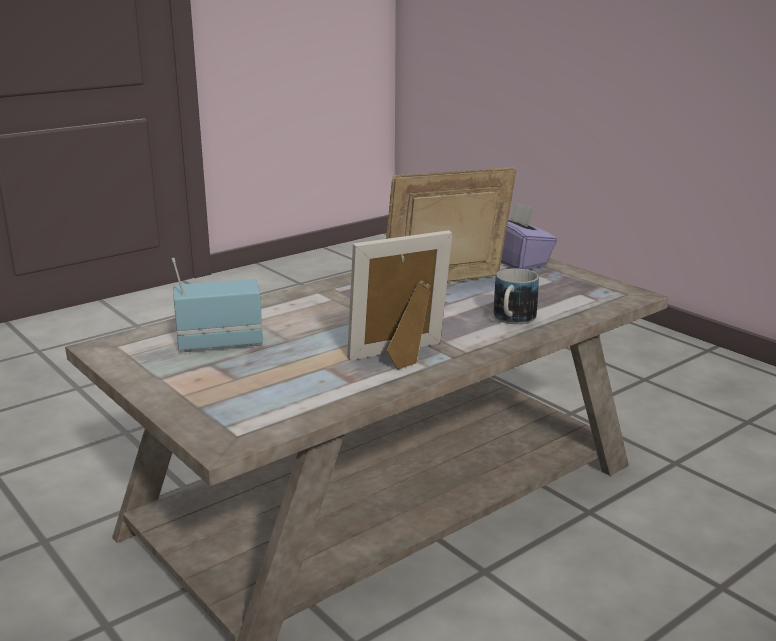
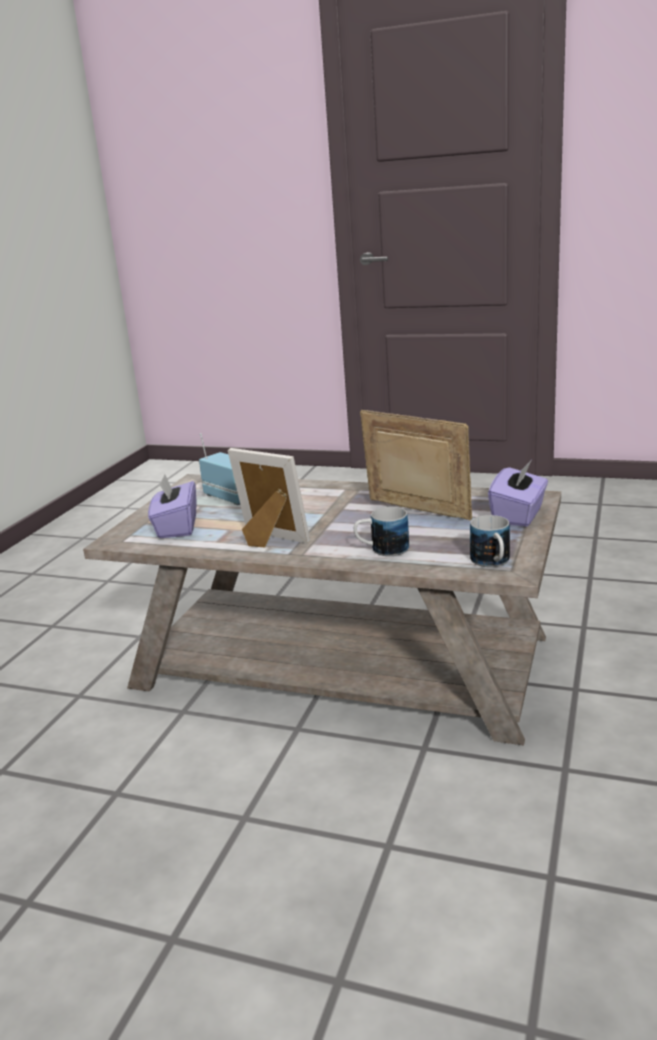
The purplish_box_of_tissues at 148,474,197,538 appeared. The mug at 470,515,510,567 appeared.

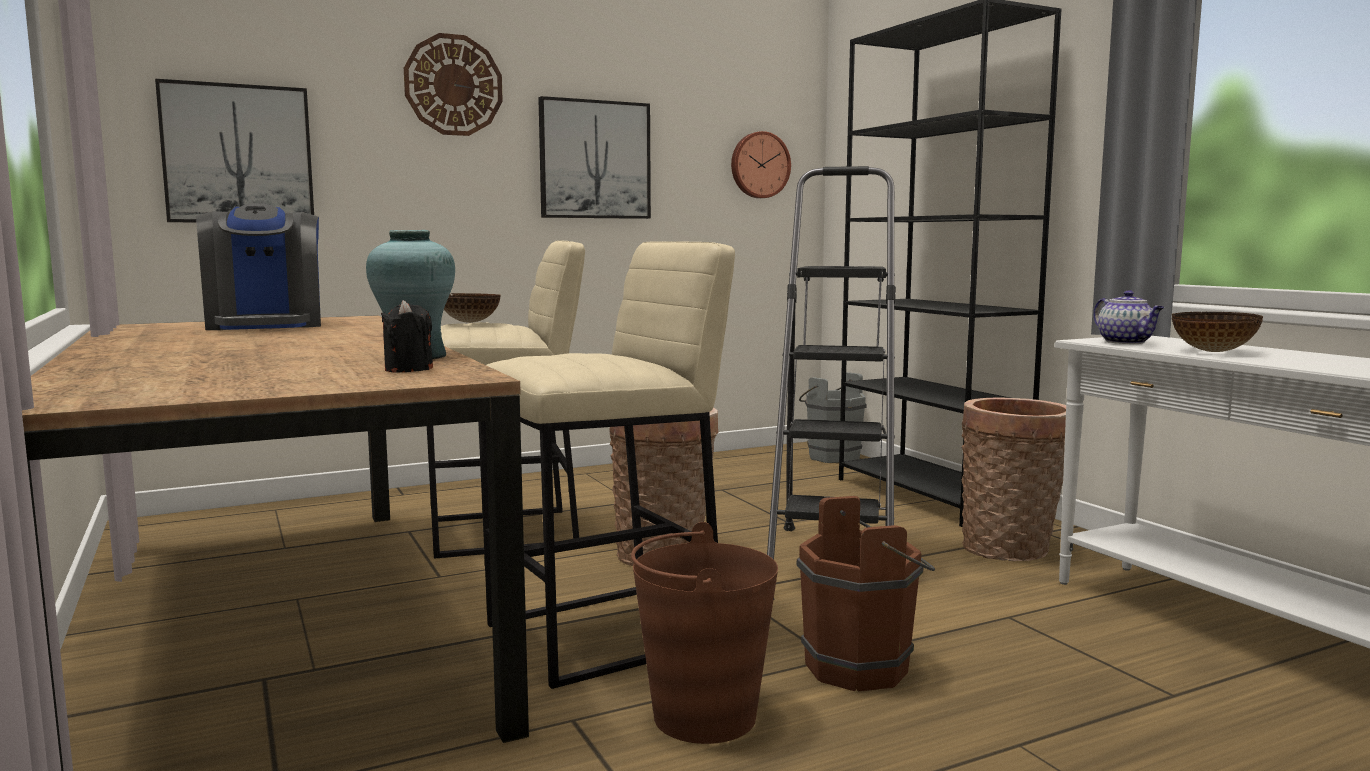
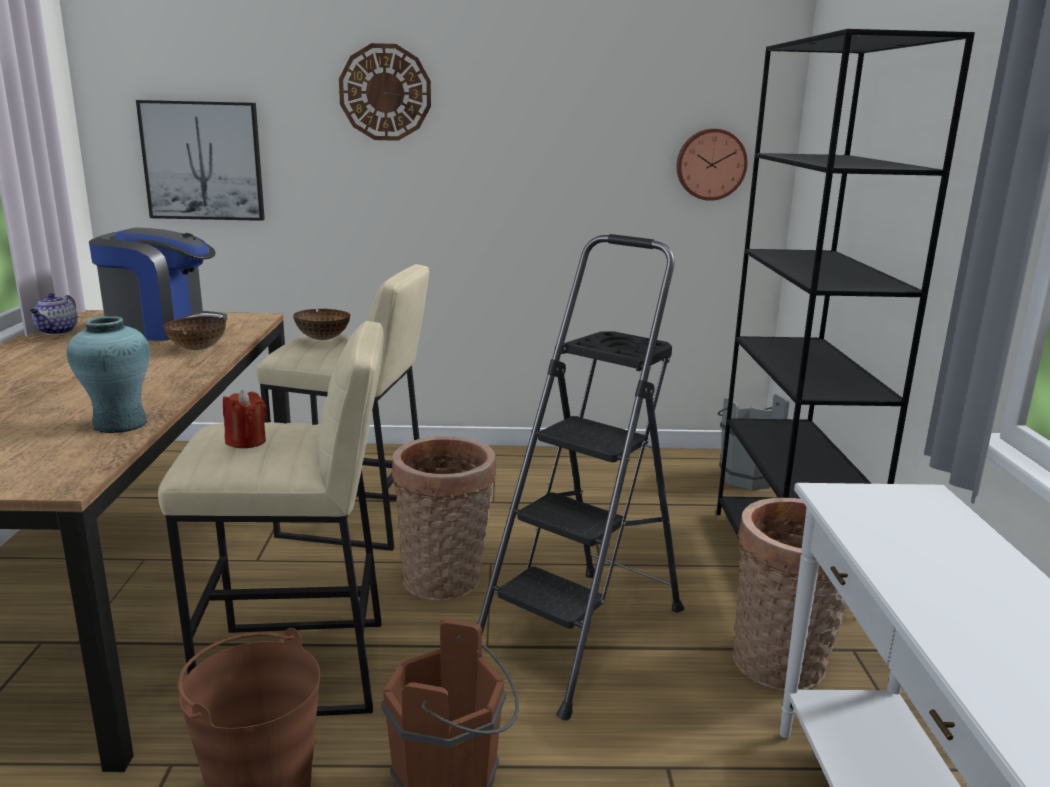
The black_candle at 381,300,433,373 disappeared. The wall_picture at 538,96,651,219 disappeared. The red_candle at 223,390,267,448 appeared. The teapot moved from 1094,290,1164,344 to 30,293,78,335. The bowl moved from 1172,312,1263,352 to 163,316,226,350. The coffee_machine at 196,203,321,330 turned 90 degrees counterclockwise.

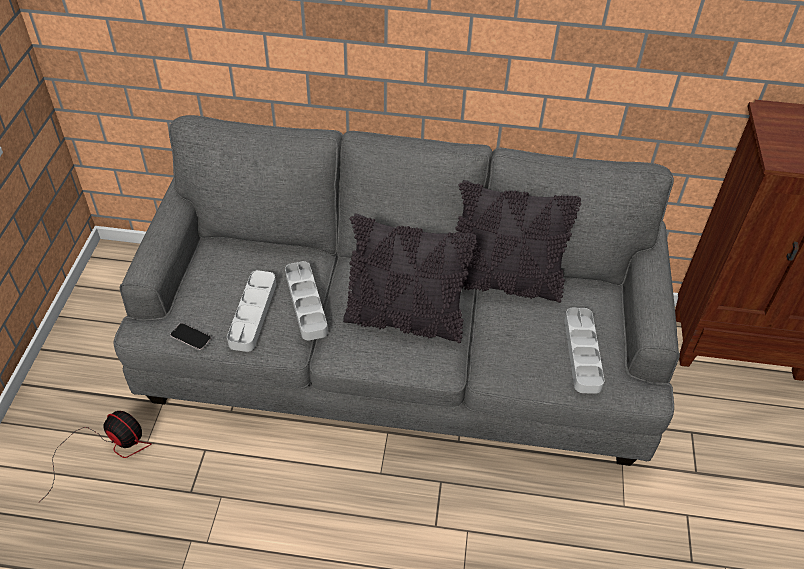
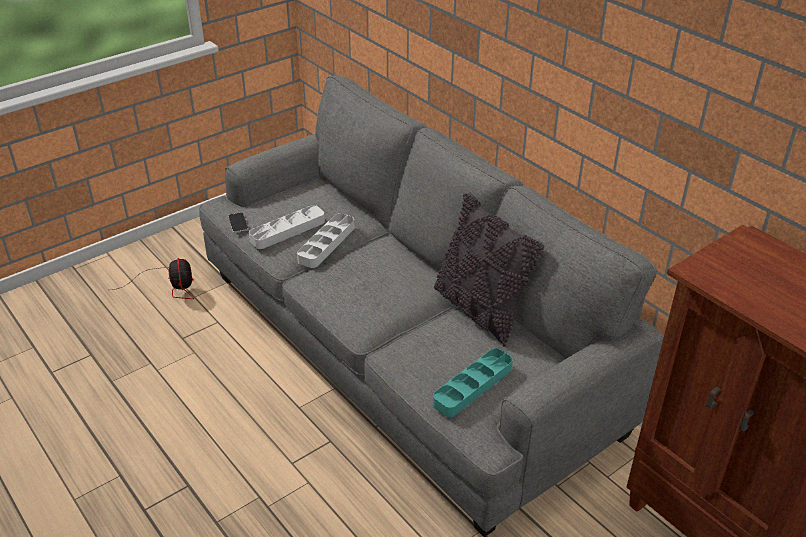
The black_throw_pillow at 343,213,477,343 disappeared. The grey_carrying_tray at 564,307,605,394 became the blue-green_carrying_tray at 433,348,513,417.

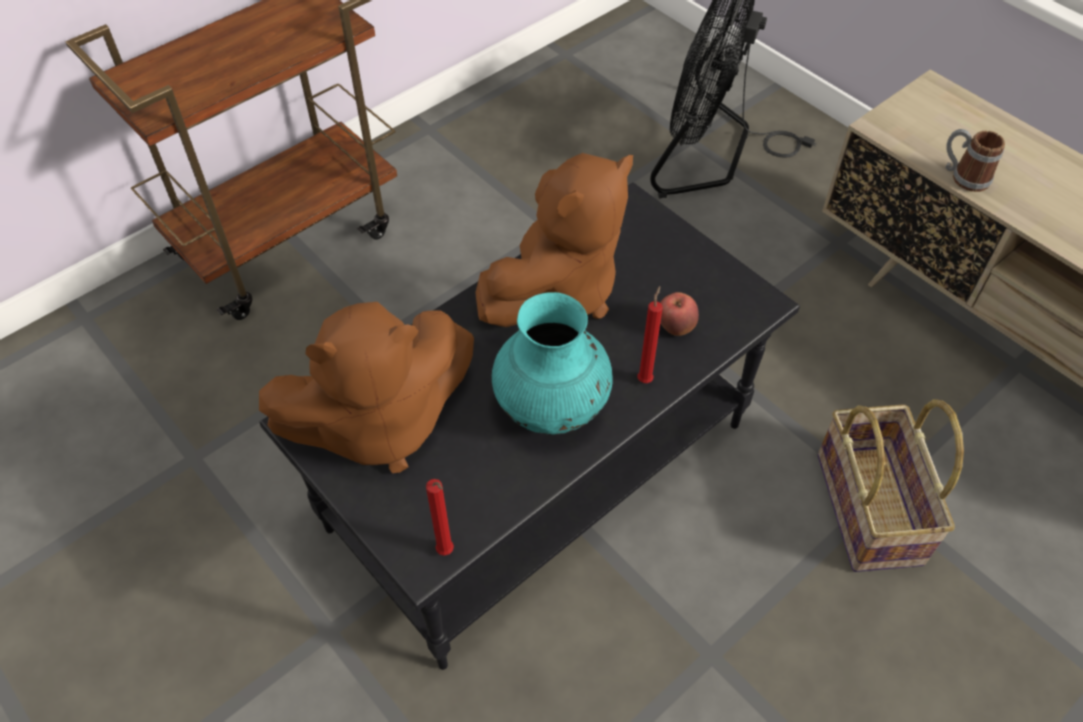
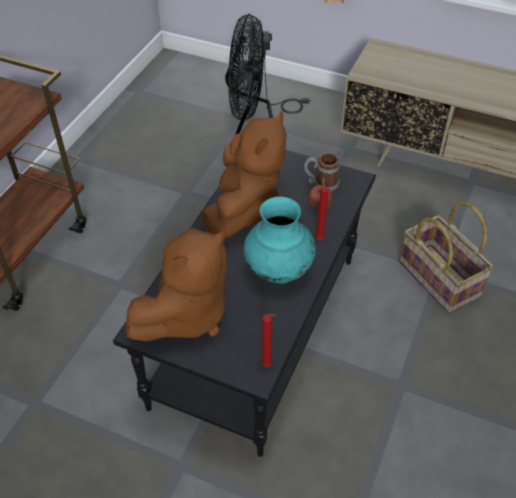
The mug moved from 945,129,1005,192 to 305,153,340,192.

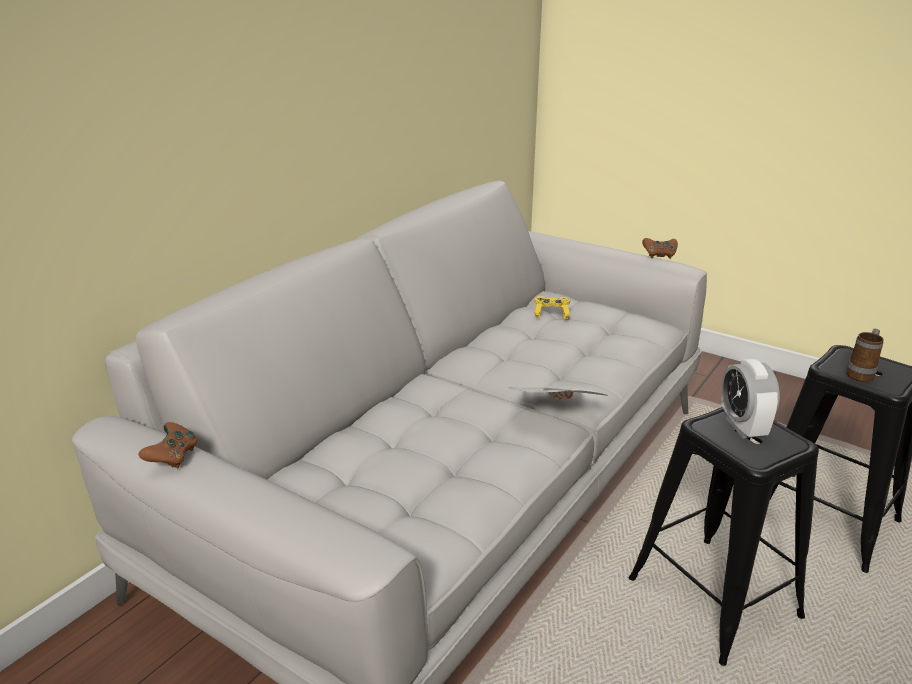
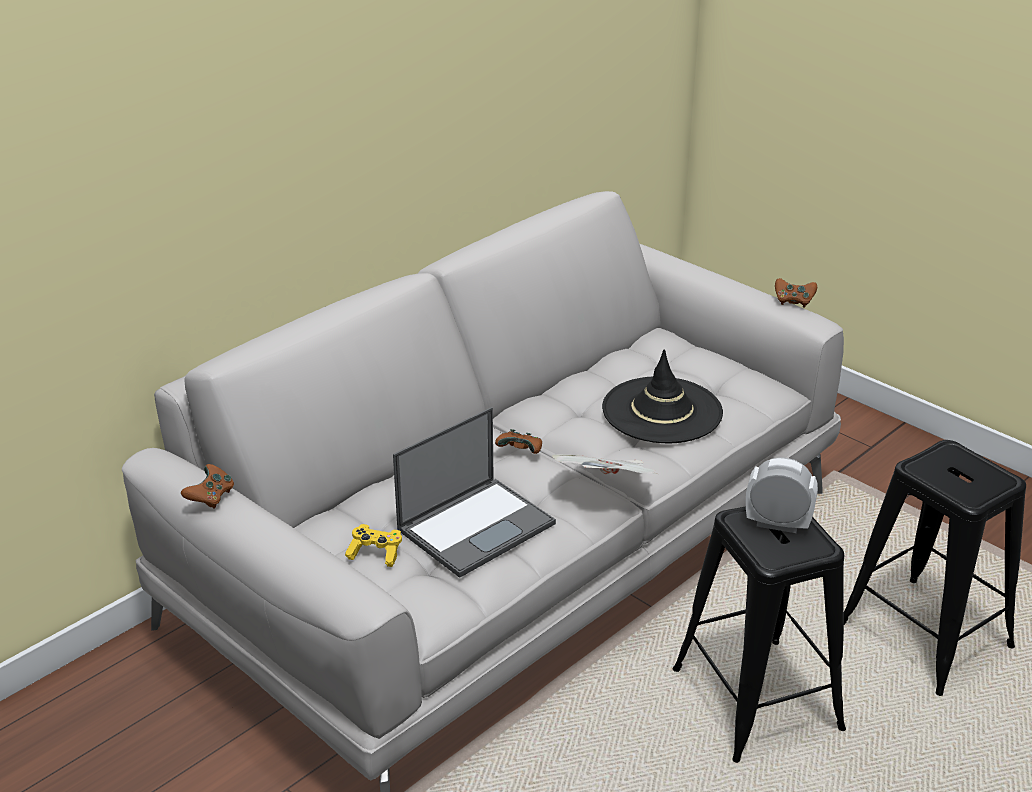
The mug at 846,329,884,382 disappeared. The laptop at 393,407,556,578 appeared. The brownish_game_controller at 495,429,542,454 appeared. The black_clothing_hat at 602,349,723,444 appeared. The yellowish_game_controller moved from 534,296,570,319 to 345,524,402,567. The alarm_clock at 721,359,780,438 turned 105 degrees clockwise.

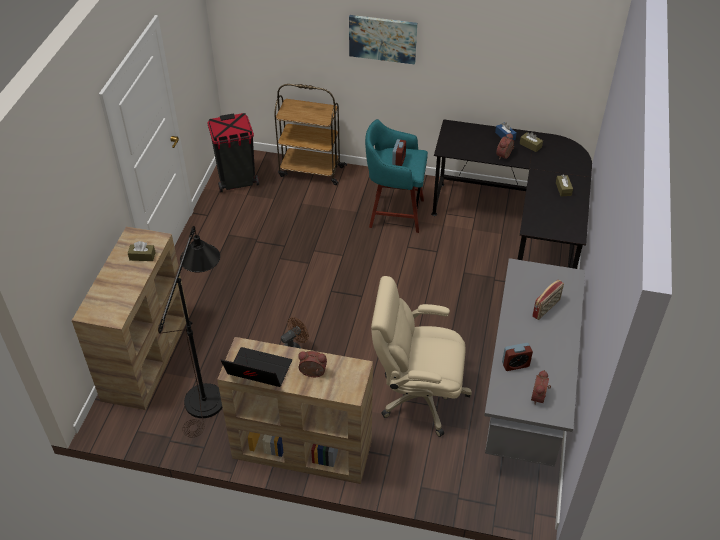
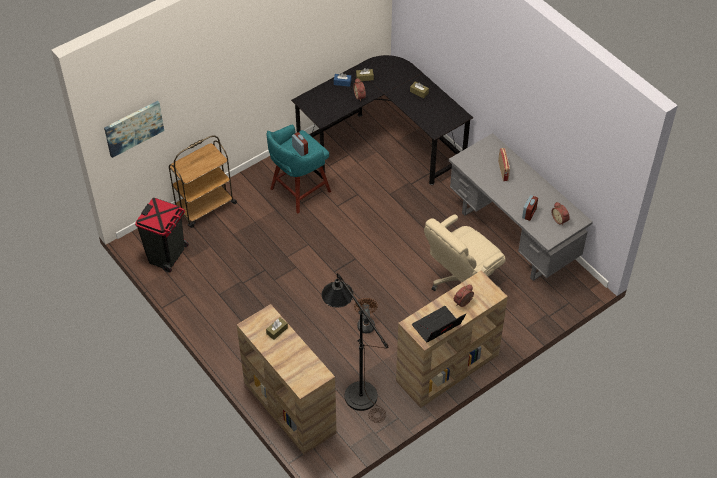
The wall_picture moved from 349,15,417,65 to 104,101,164,158.

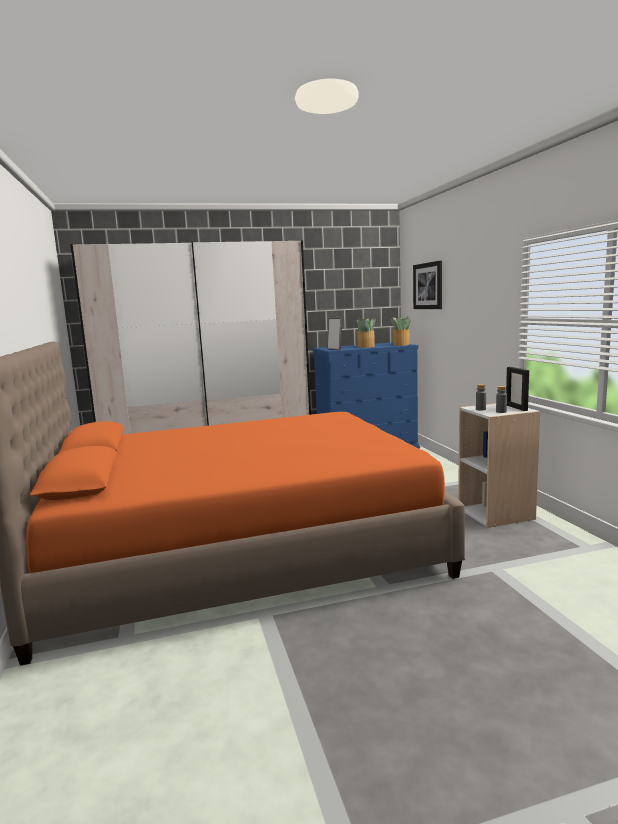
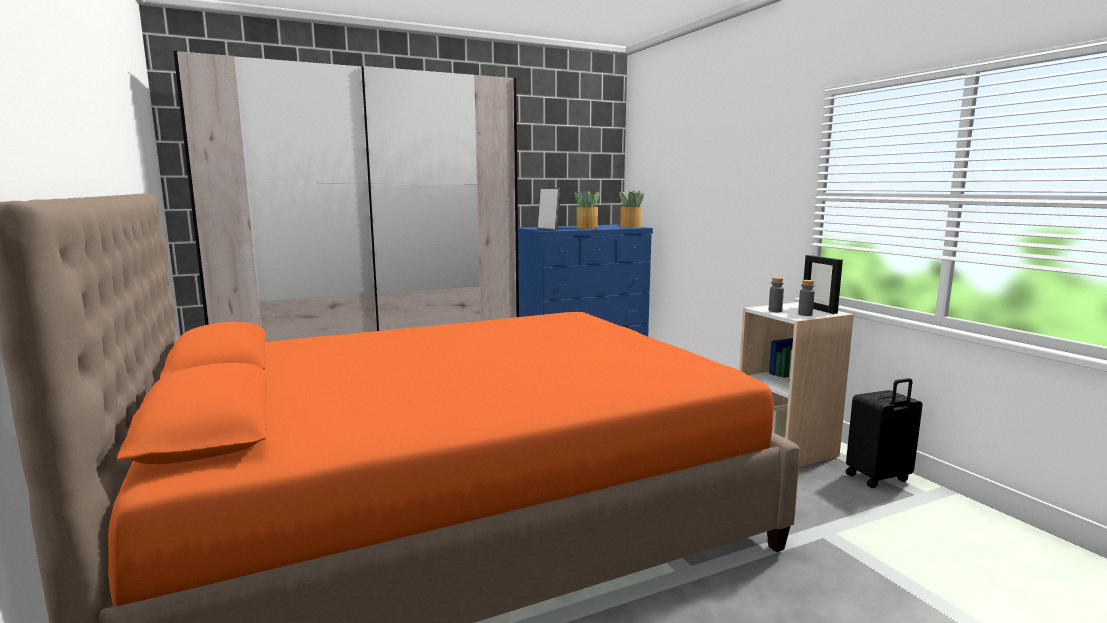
The wall_picture at 413,260,442,309 disappeared. The black_travel_case at 846,378,923,488 appeared.

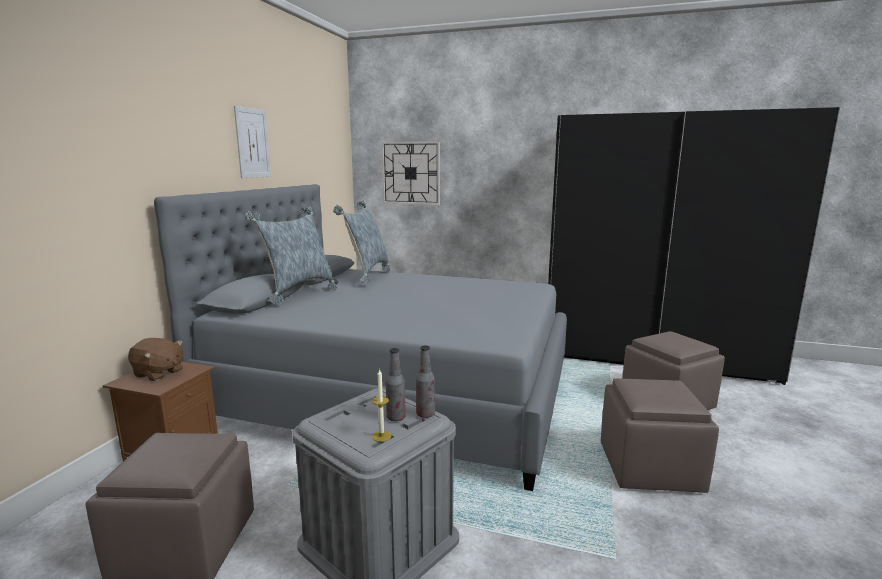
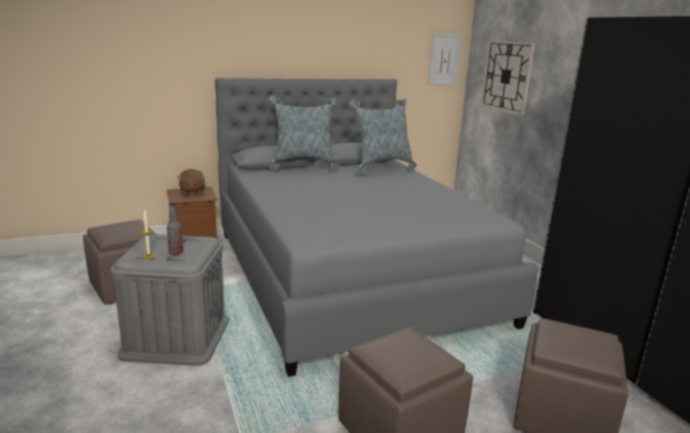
The beverage_bottle at 416,346,435,418 disappeared. The wall_picture moved from 234,106,271,178 to 428,33,463,85.

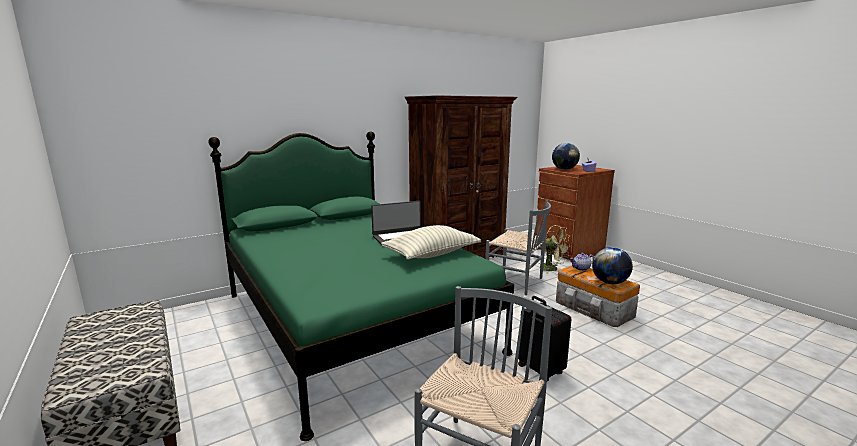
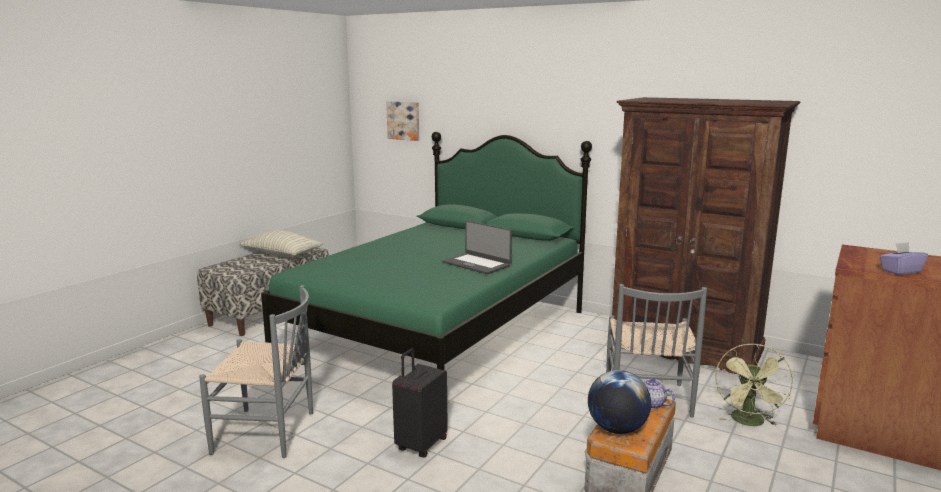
The world_globe at 552,143,580,170 disappeared. The wall_picture at 386,101,419,141 appeared. The throw_pillow moved from 381,225,481,260 to 239,230,323,257.

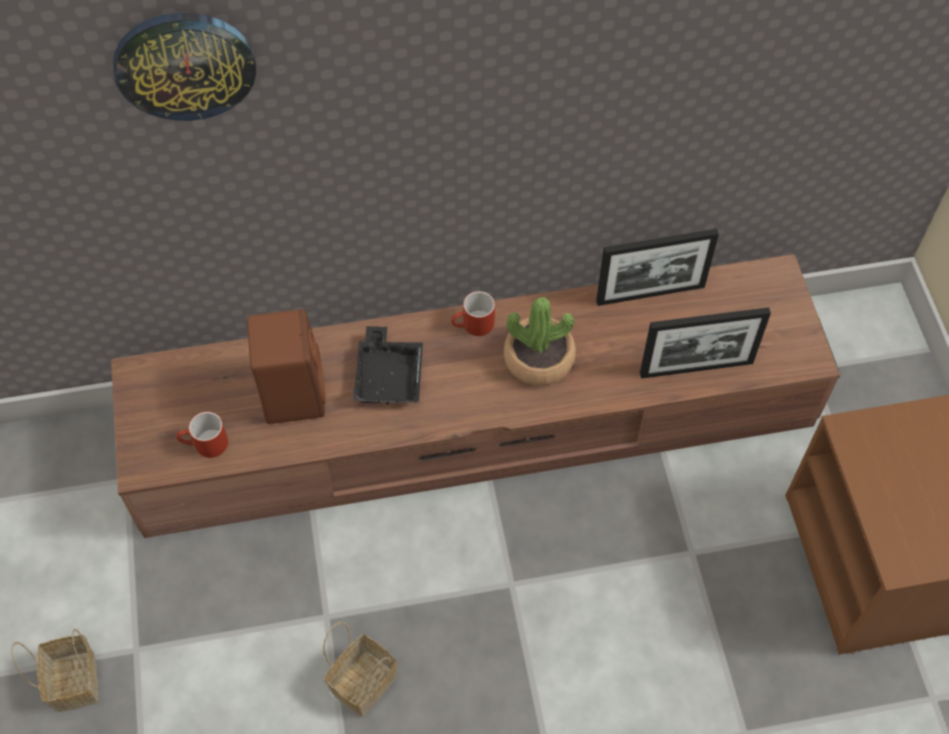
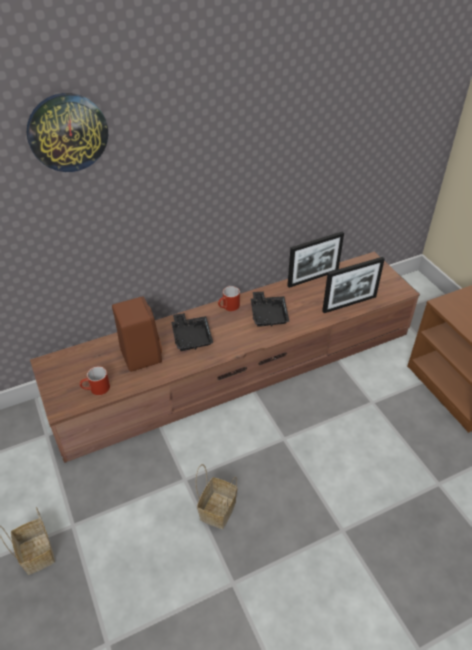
The houseplant at 504,297,576,386 was replaced by the black_carrying_tray at 251,291,290,327.

